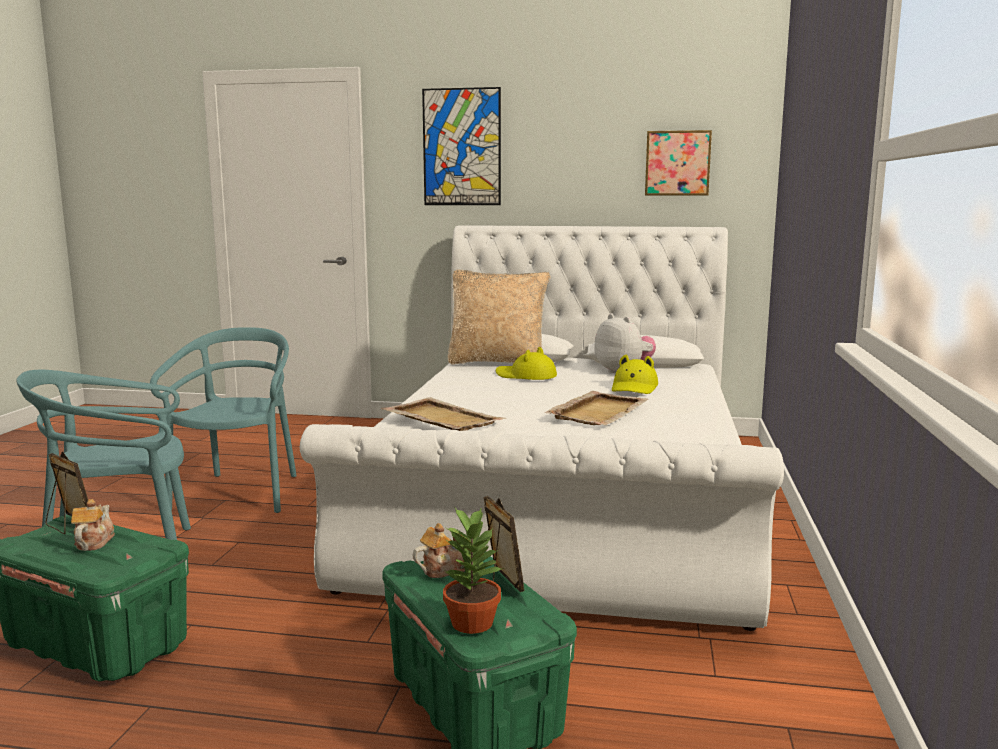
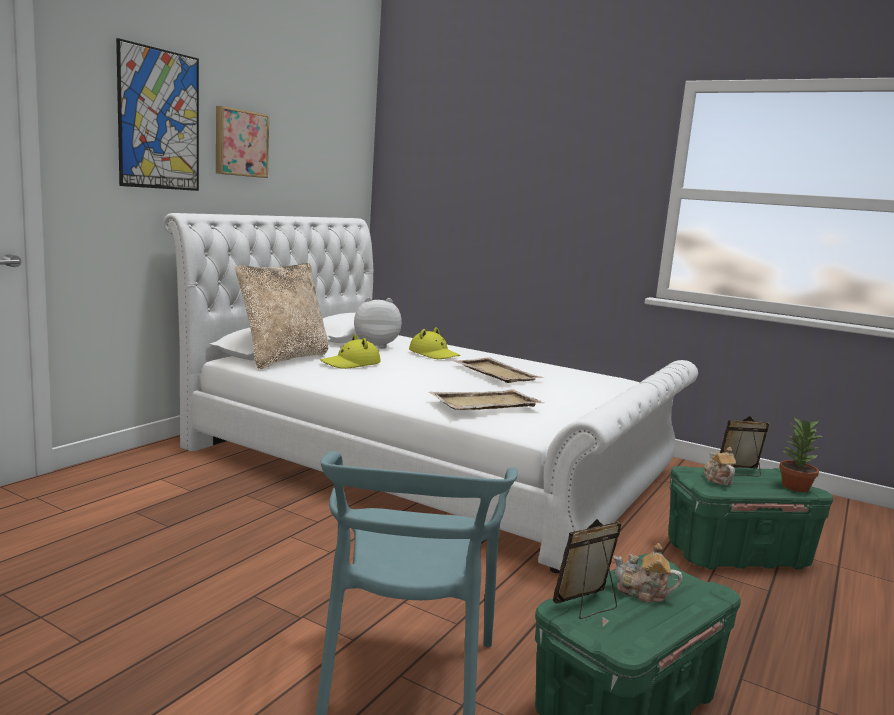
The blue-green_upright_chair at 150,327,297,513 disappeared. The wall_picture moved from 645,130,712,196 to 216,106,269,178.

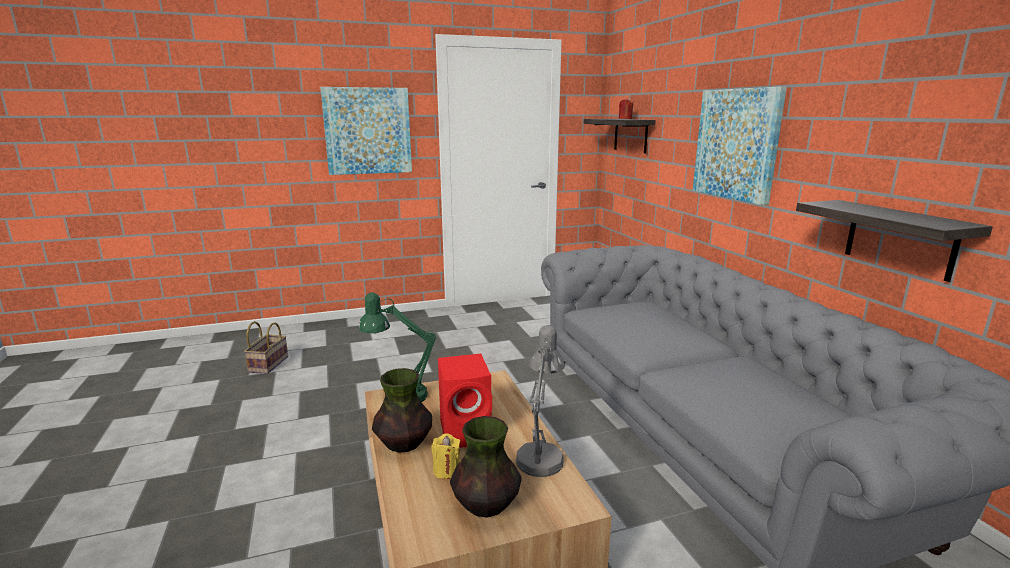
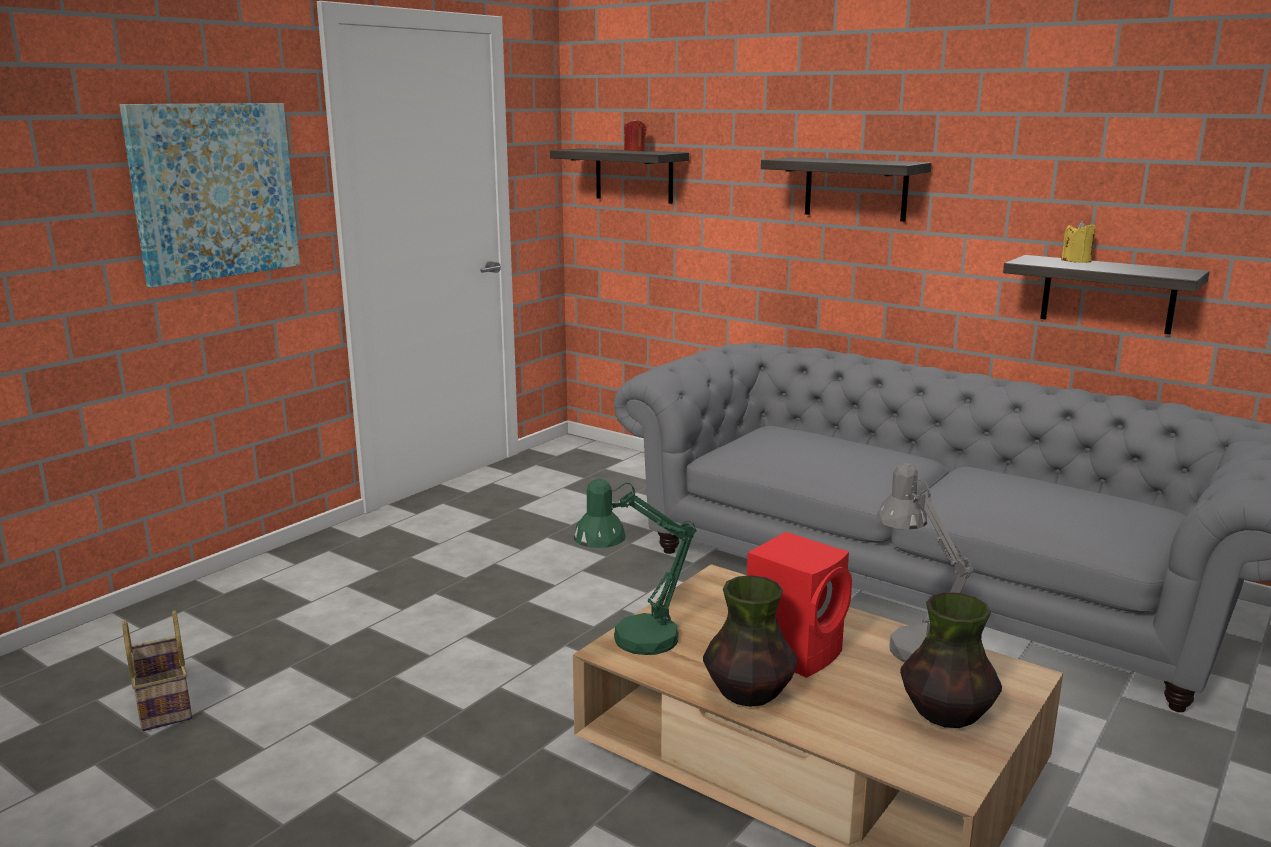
The yellowish_candle moved from 431,433,460,479 to 1061,220,1096,263. The wall_picture at 693,86,787,206 was replaced by the shelf at 761,157,932,222.

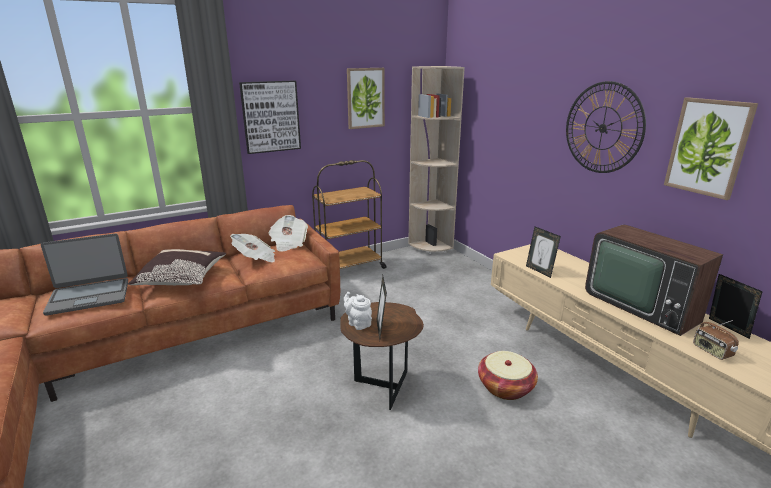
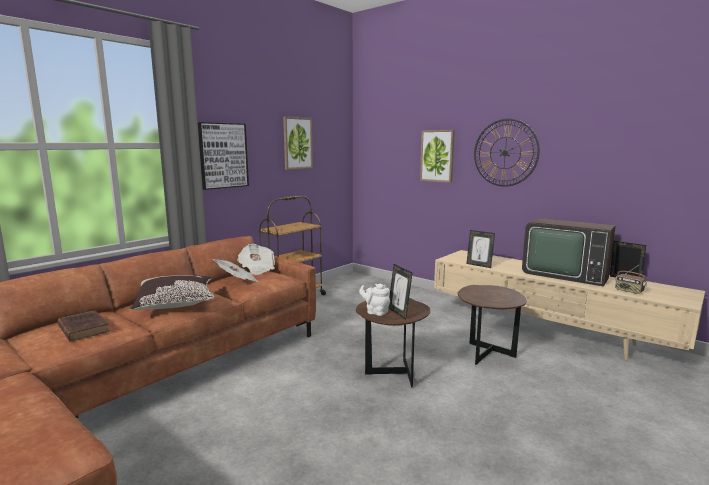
The sand-coloured_shelving_unit at 408,66,465,254 disappeared. The wall_picture moved from 664,97,758,200 to 420,130,455,183. The laptop at 41,234,128,316 was replaced by the brownish_book at 57,310,110,342. The household_basket at 478,351,538,400 was replaced by the brownish_end_table at 457,285,526,365.

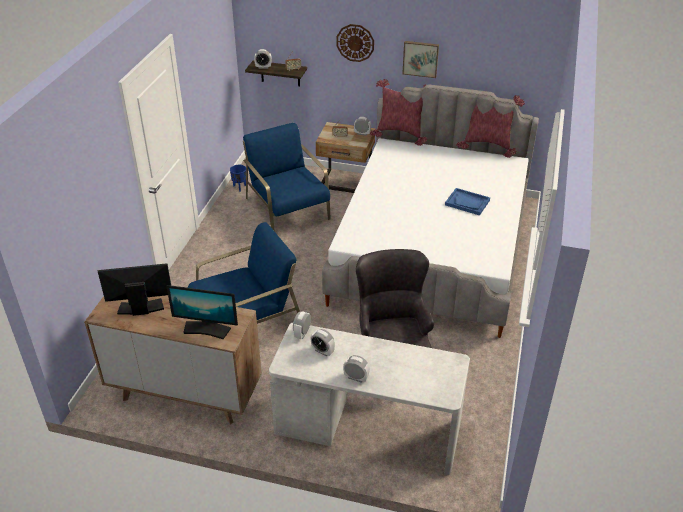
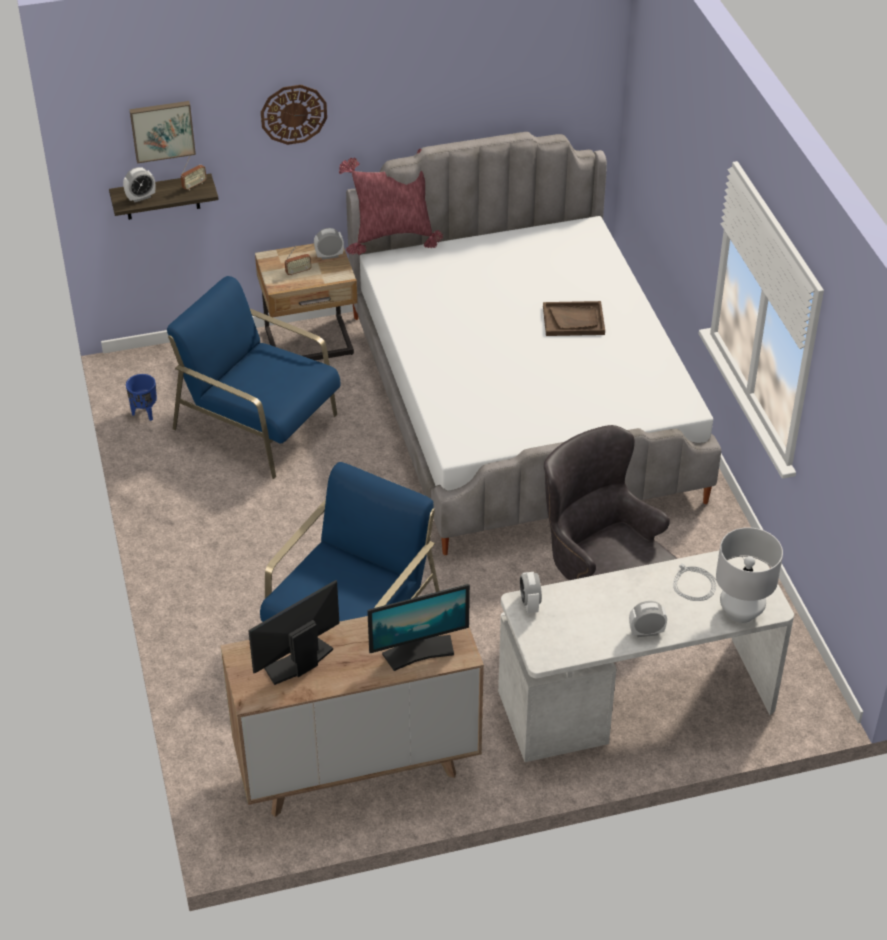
The alarm_clock at 311,329,335,357 disappeared. The red_throw_pillow at 456,95,525,158 disappeared. The white_lamp_for_a_table at 673,527,783,623 appeared. The wall_picture moved from 402,41,439,78 to 129,101,196,164. The bluish_carrying_tray at 445,188,490,215 became the brownish_carrying_tray at 543,301,605,336.

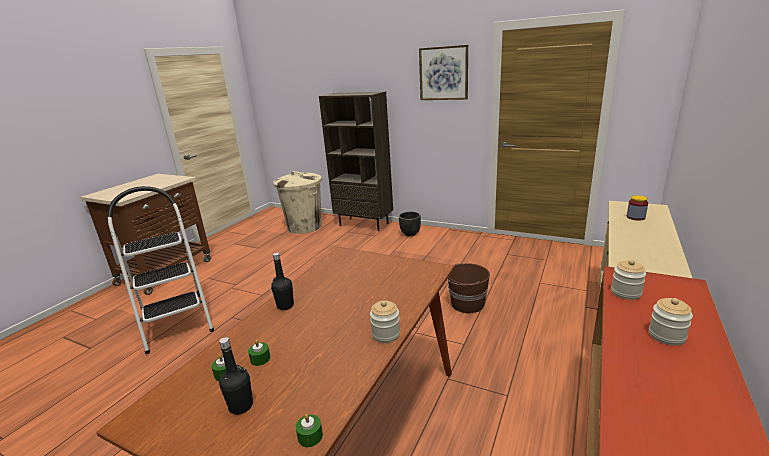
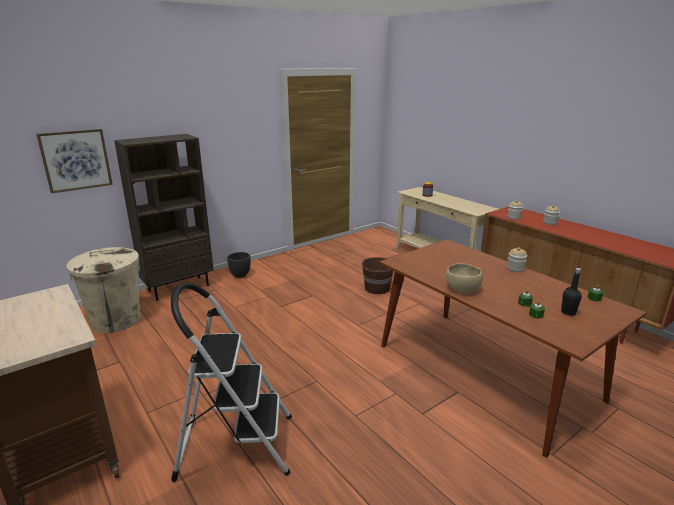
The wall_picture moved from 419,45,468,100 to 36,129,113,193. The black_beverage_bottle at 271,253,294,310 was replaced by the sand-coloured_bowl at 446,263,483,293.

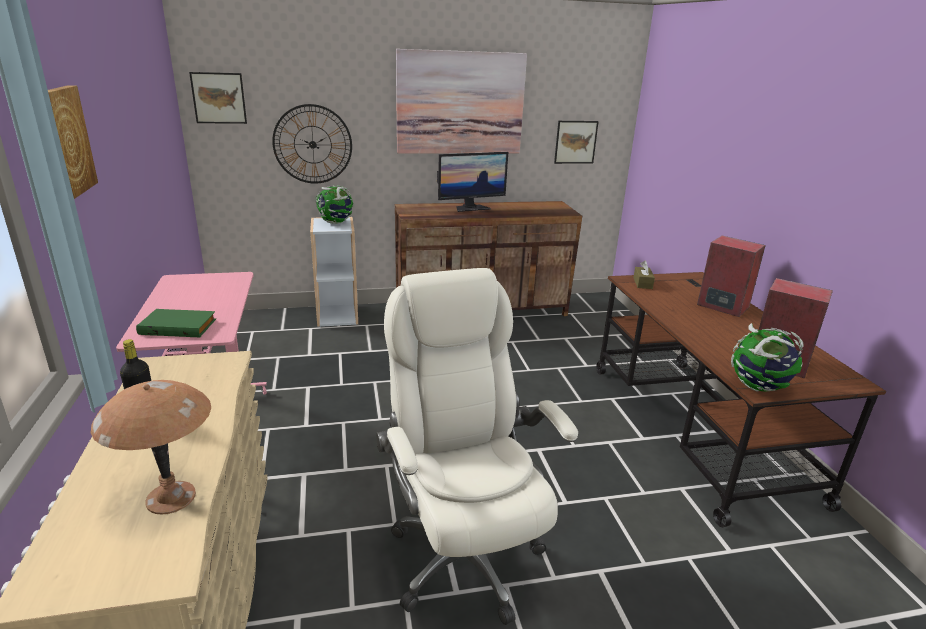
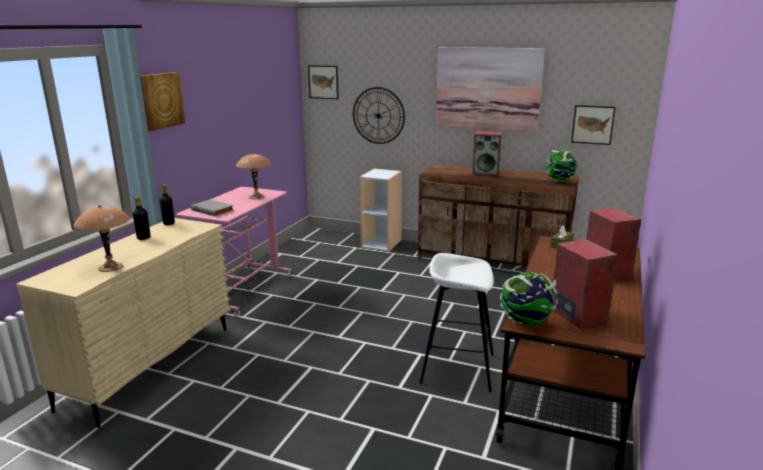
The white_computer_chair at 376,268,578,625 disappeared. The black_beverage_bottle at 159,184,175,225 appeared. The brownish_lamp_for_a_table at 236,153,271,199 appeared. The white_stool at 420,253,494,393 appeared. The world_globe moved from 315,185,353,224 to 546,150,577,182. The monitor at 437,152,508,212 was replaced by the audio_speaker at 473,131,501,176. The green_book at 136,309,216,337 became the grey_book at 191,199,233,217.

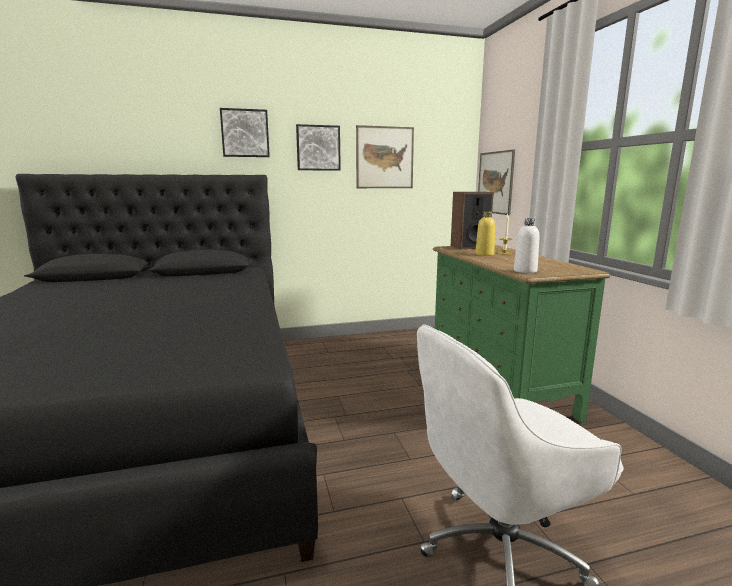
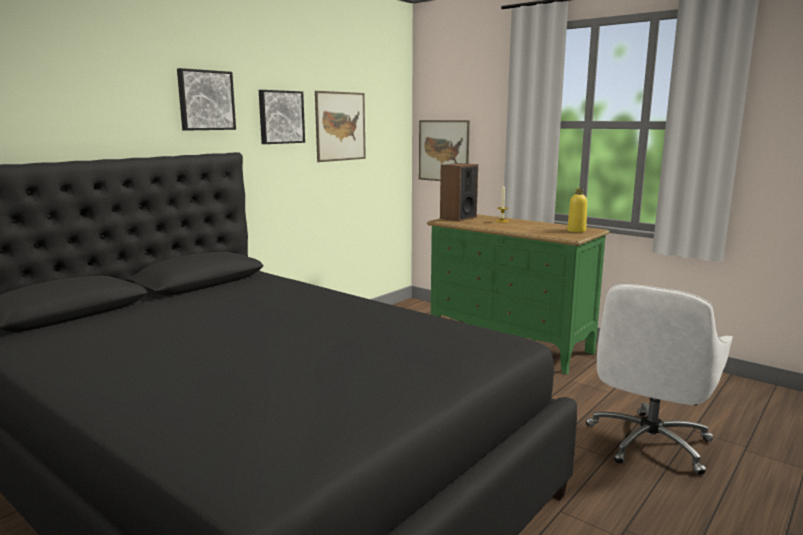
The white_beverage_bottle at 514,218,540,273 disappeared. The yellowish_beverage_bottle moved from 475,211,495,256 to 567,188,587,232.

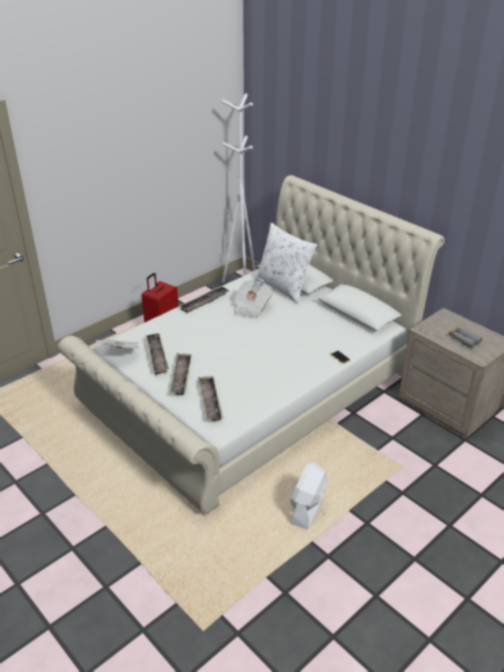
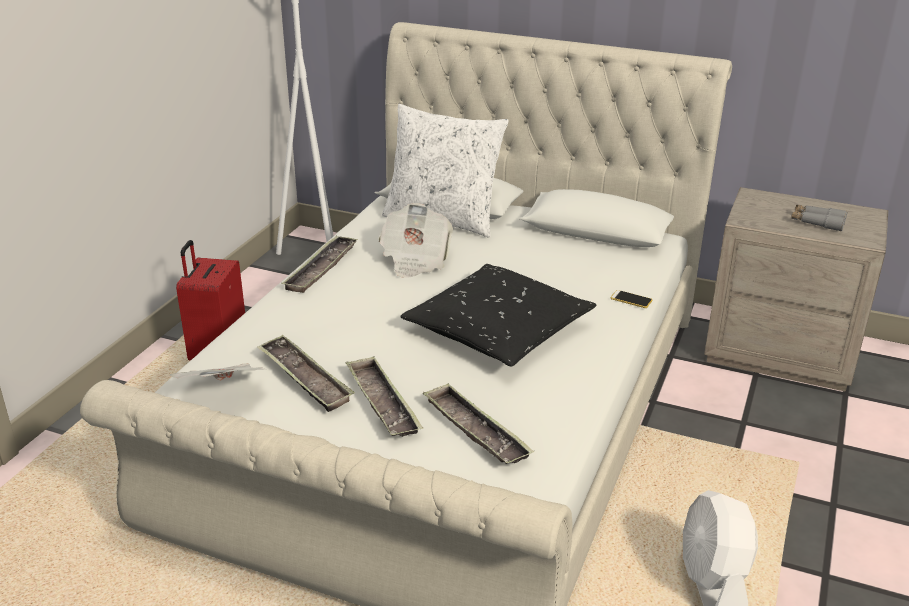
The black_throw_pillow at 401,264,597,366 appeared.

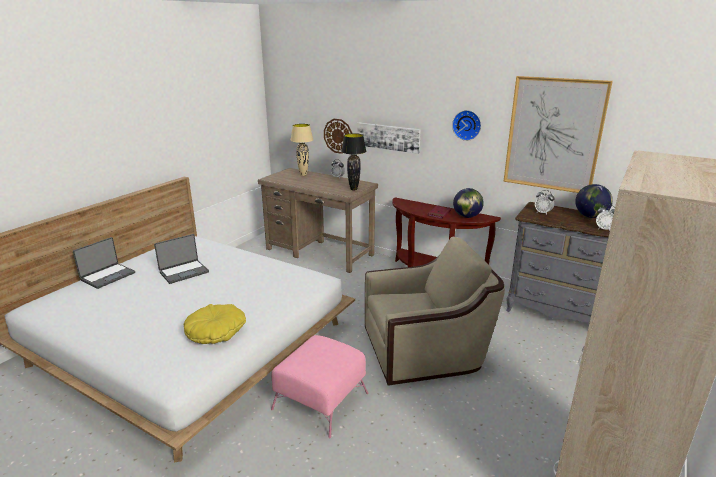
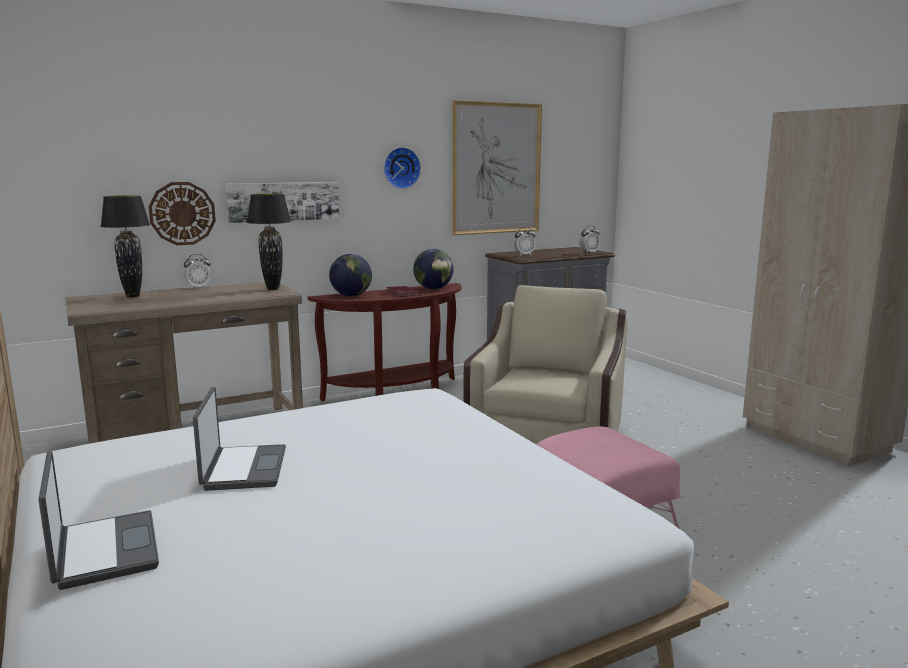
The yellowish_throw_pillow at 184,304,246,344 disappeared. The world_globe moved from 575,184,613,218 to 329,254,372,296. The sand-coloured_lamp_for_a_table at 290,124,313,176 became the black_lamp_for_a_table at 100,196,150,297.

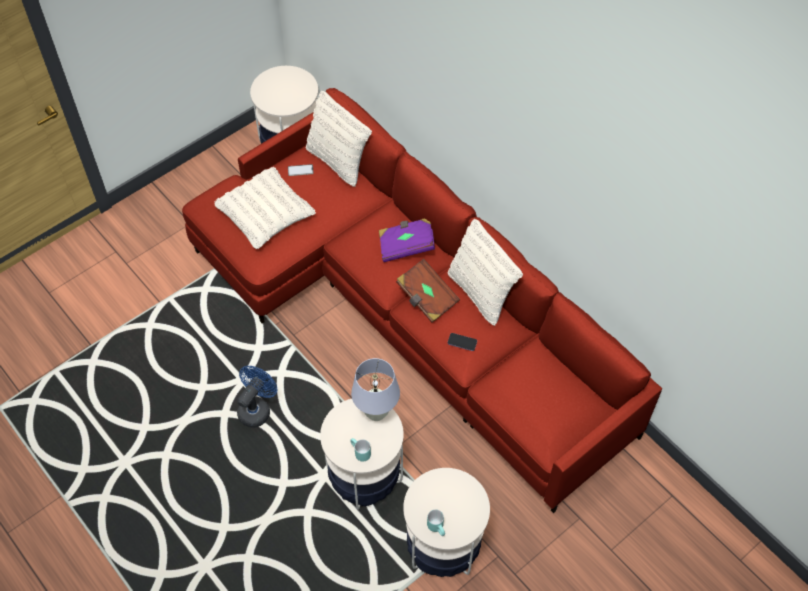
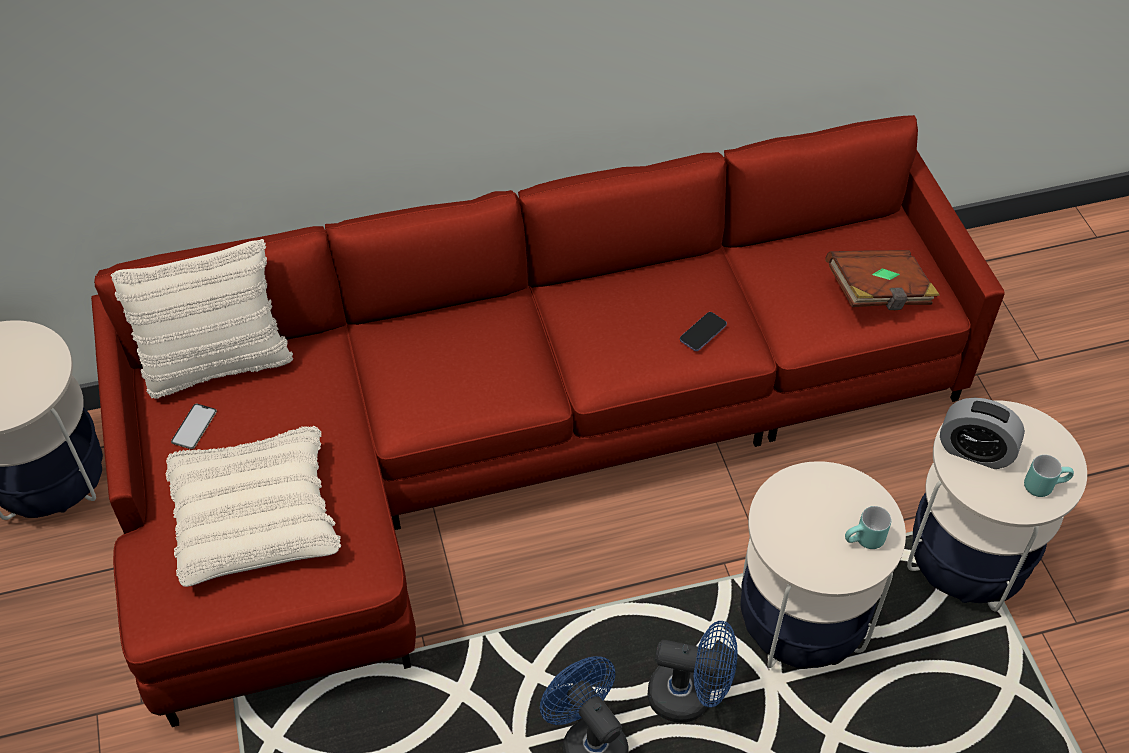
The white_lamp_for_a_table at 351,358,400,421 disappeared. The purplish_book at 379,218,435,262 disappeared. The sand-coloured_throw_pillow at 448,219,523,325 disappeared. The bluish_electric_fan at 647,621,737,723 appeared. The alarm_clock at 940,398,1025,469 appeared. The brownish_book moved from 396,259,460,323 to 825,250,940,310.

